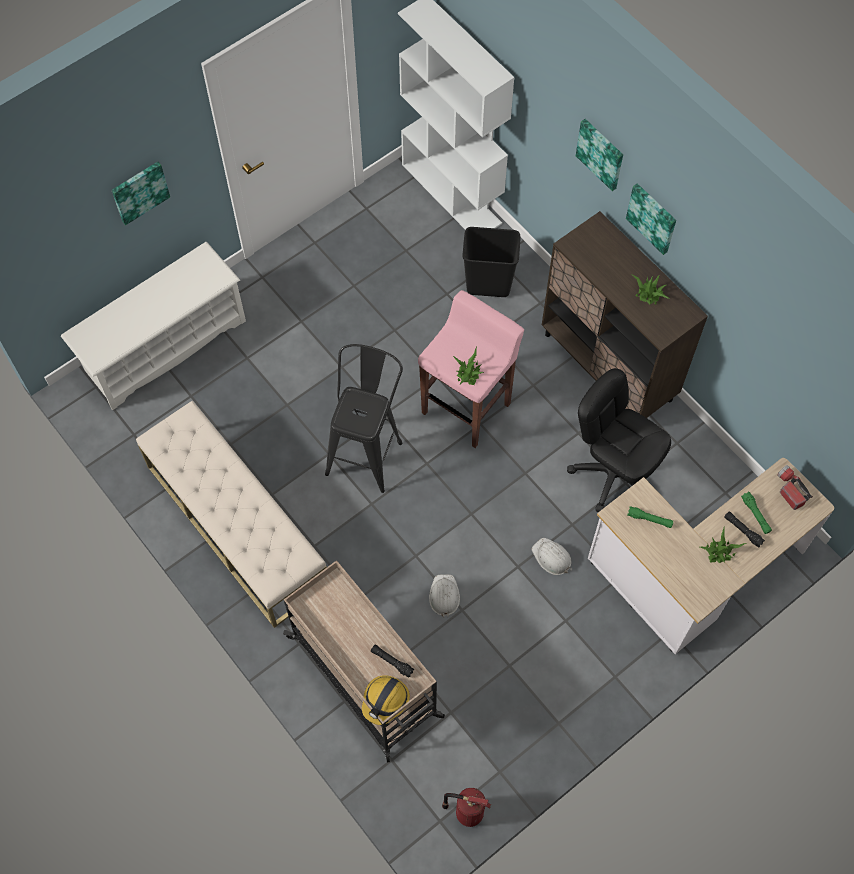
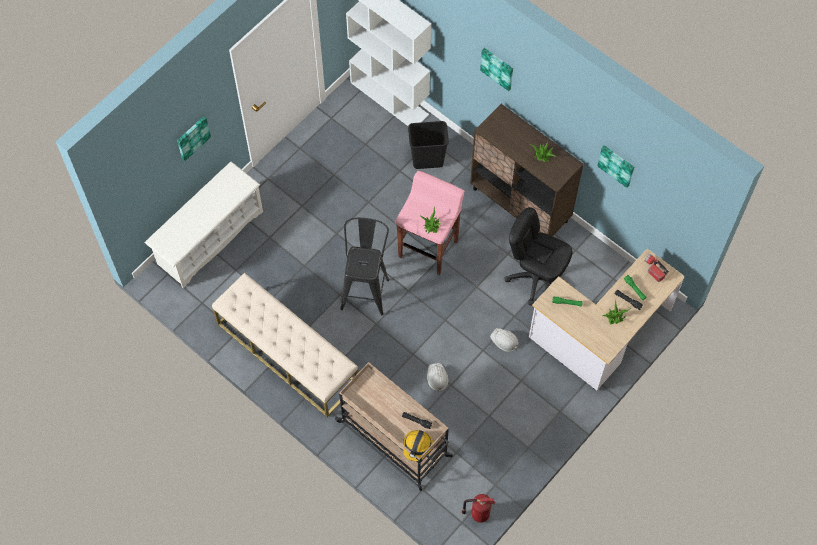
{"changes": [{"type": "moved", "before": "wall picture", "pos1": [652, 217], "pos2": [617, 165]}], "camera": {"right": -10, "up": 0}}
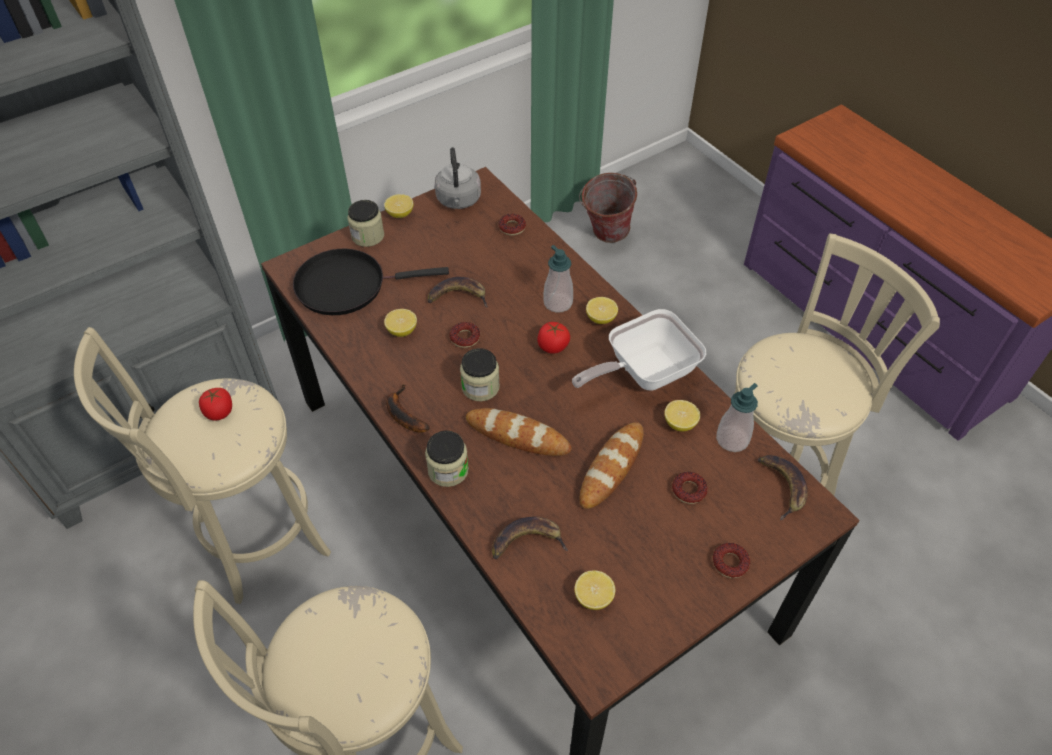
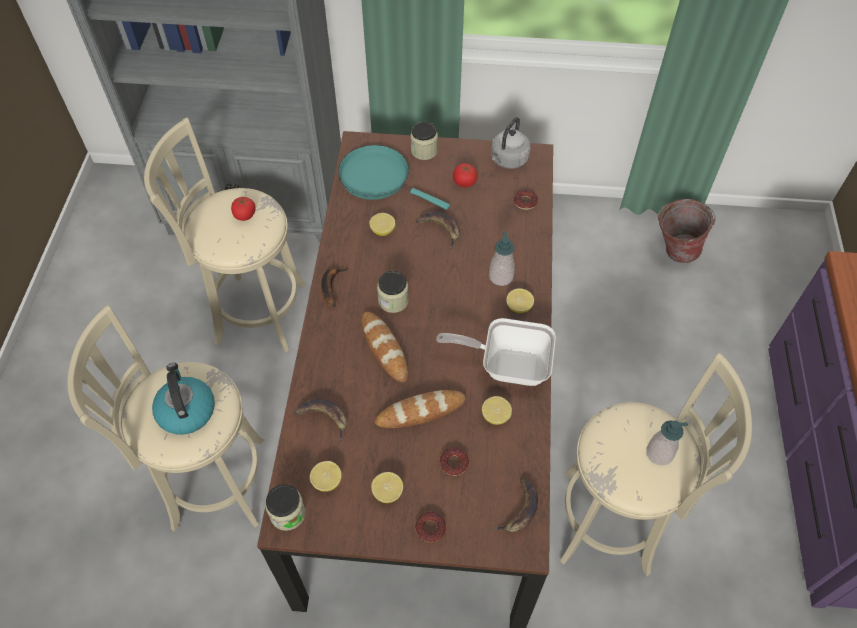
{"changes": [{"type": "removed", "before": "donut", "pos1": [465, 338]}, {"type": "added", "after": "tea kettle", "pos2": [186, 410]}, {"type": "moved", "before": "lemon", "pos1": [400, 214], "pos2": [387, 492]}, {"type": "moved", "before": "preserve jar", "pos1": [448, 470], "pos2": [288, 513]}, {"type": "moved", "before": "fresh tomato", "pos1": [553, 346], "pos2": [464, 182]}, {"type": "moved", "before": "soap dispenser", "pos1": [732, 439], "pos2": [659, 453]}, {"type": "recoloured", "before": "skillet (blackish)", "after": "skillet (blue-green)", "pos1": [347, 285], "pos2": [379, 178]}], "camera": {"right": 40, "up": 5}}
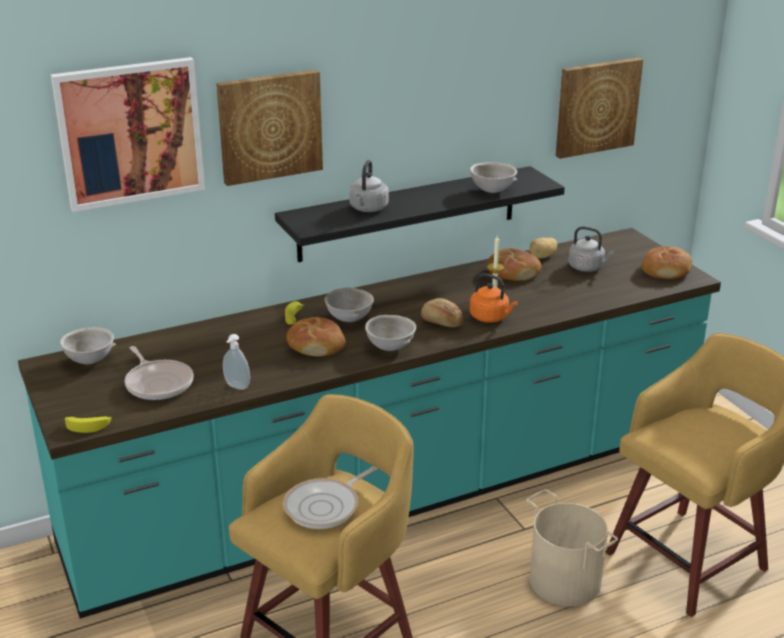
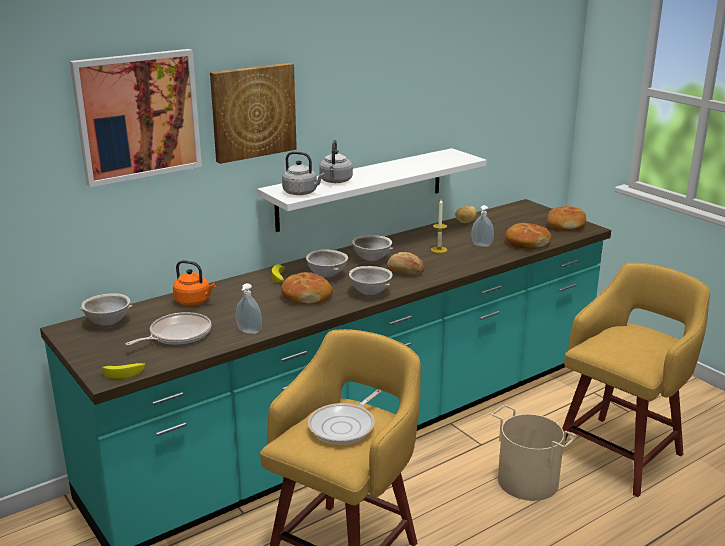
{"changes": [{"type": "removed", "before": "wall picture", "pos1": [596, 107]}, {"type": "added", "after": "soap dispenser", "pos2": [481, 245]}, {"type": "moved", "before": "serving bowl (gray)", "pos1": [492, 191], "pos2": [371, 259]}, {"type": "moved", "before": "tea kettle (orangey)", "pos1": [491, 317], "pos2": [194, 301]}, {"type": "moved", "before": "bread", "pos1": [512, 273], "pos2": [526, 243]}, {"type": "moved", "before": "tea kettle (gray)", "pos1": [587, 267], "pos2": [302, 193]}, {"type": "recoloured", "before": "wall shelf (blackish)", "after": "wall shelf (white-coloured)", "pos1": [408, 213], "pos2": [361, 189]}, {"type": "turned", "before": "skillet", "pos1": [158, 383], "pos2": [177, 335], "turn": -90}], "camera": {"right": -10, "up": -5}}
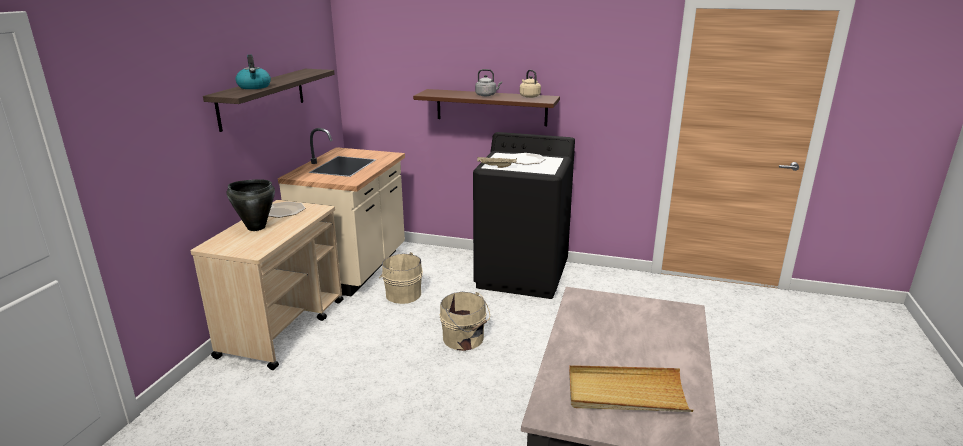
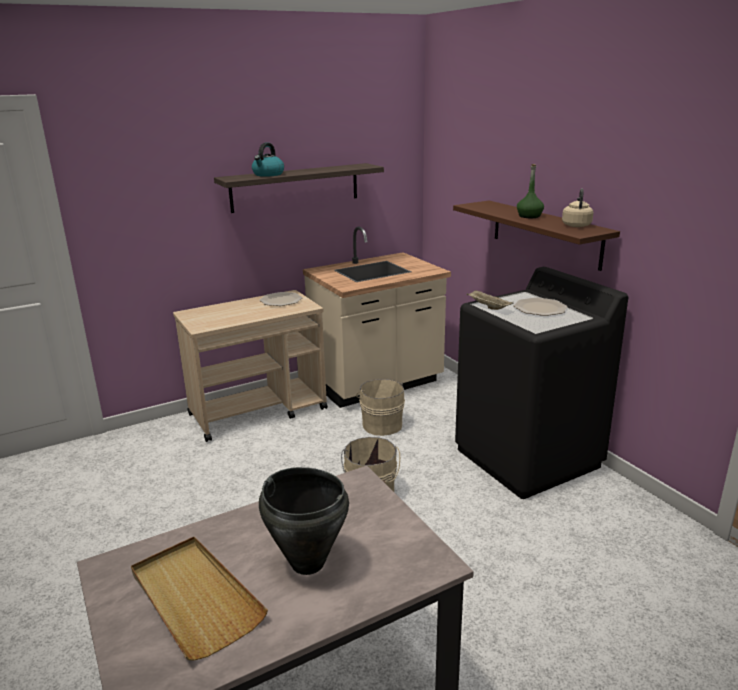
{"changes": [{"type": "moved", "before": "saucepot (blackish)", "pos1": [256, 227], "pos2": [307, 562]}, {"type": "replaced", "before": "tea kettle (gray)", "after": "beverage bottle (green)", "pos1": [487, 95], "pos2": [529, 216]}], "camera": {"right": 45, "up": 0}}
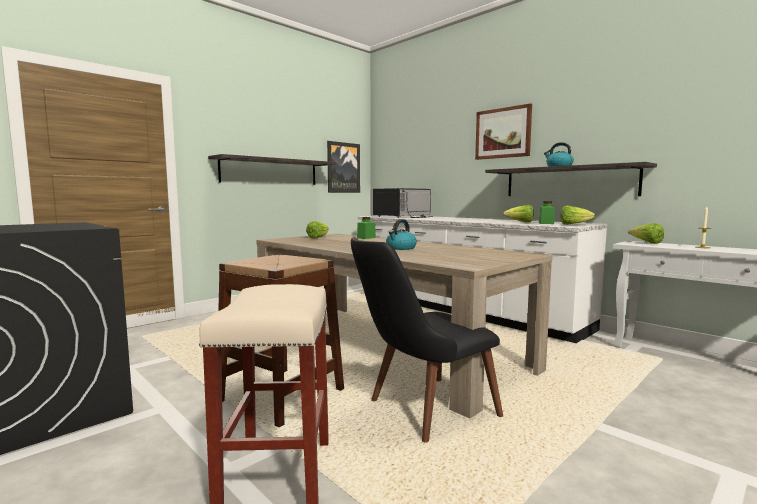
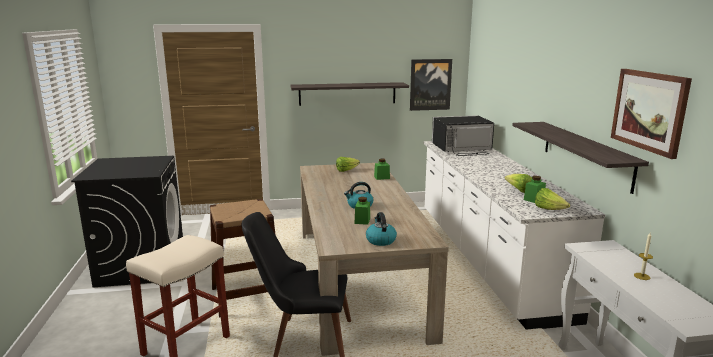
{"changes": [{"type": "removed", "before": "lettuce", "pos1": [646, 243]}, {"type": "added", "after": "preserve jar (green)", "pos2": [362, 221]}, {"type": "moved", "before": "wall picture", "pos1": [503, 133], "pos2": [649, 111]}, {"type": "moved", "before": "tea kettle", "pos1": [558, 167], "pos2": [380, 240]}], "camera": {"right": 35, "up": 10}}
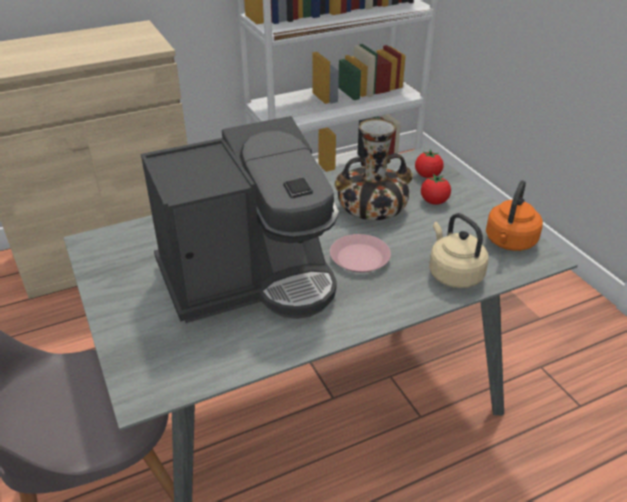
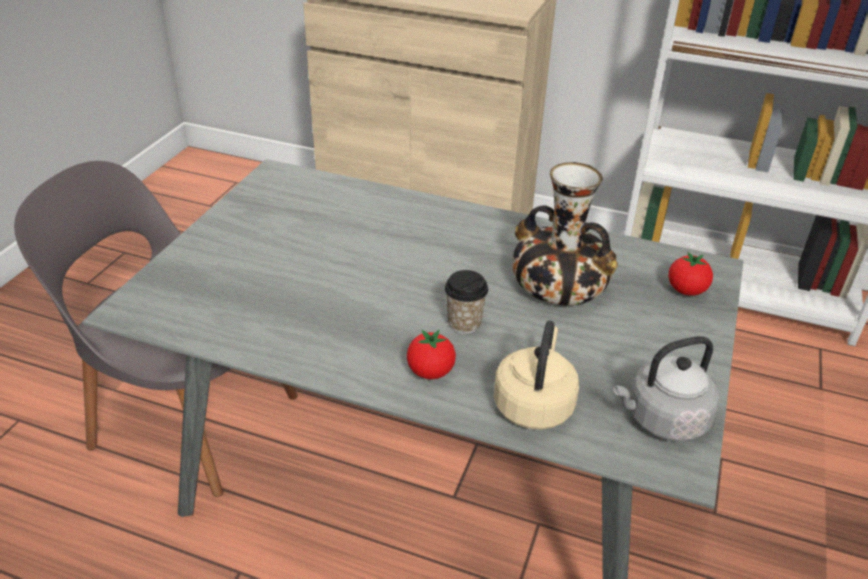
{"changes": [{"type": "removed", "before": "coffee brewer", "pos1": [250, 278]}, {"type": "moved", "before": "fresh tomato", "pos1": [434, 201], "pos2": [430, 372]}, {"type": "replaced", "before": "plate (pinkish)", "after": "cup", "pos1": [359, 258], "pos2": [464, 323]}, {"type": "recoloured", "before": "tea kettle (orangey)", "after": "tea kettle (gray)", "pos1": [509, 242], "pos2": [662, 420]}], "camera": {"right": 45, "up": 0}}
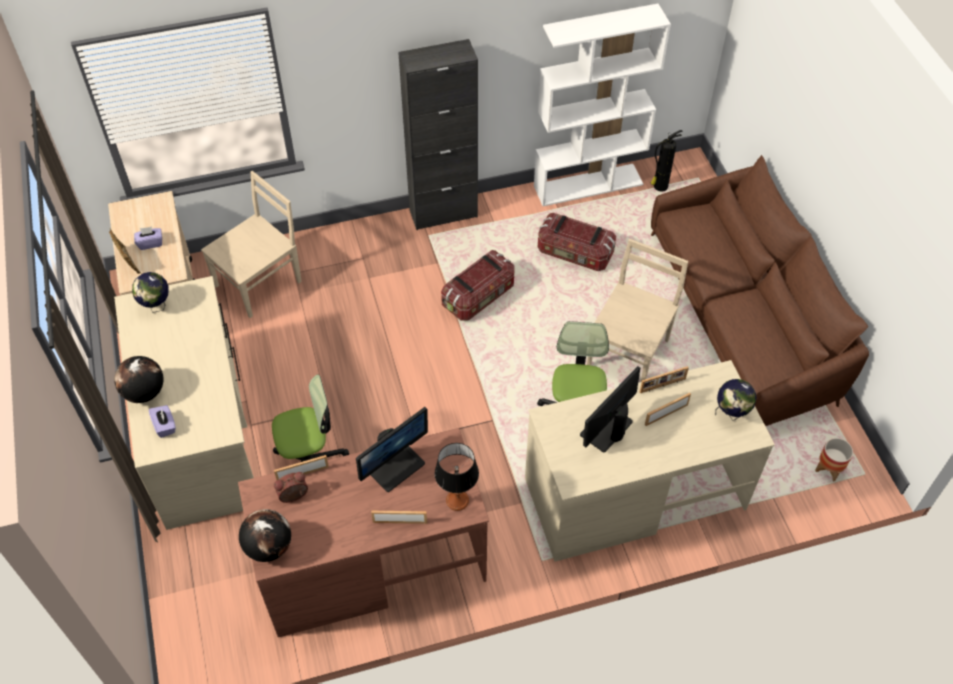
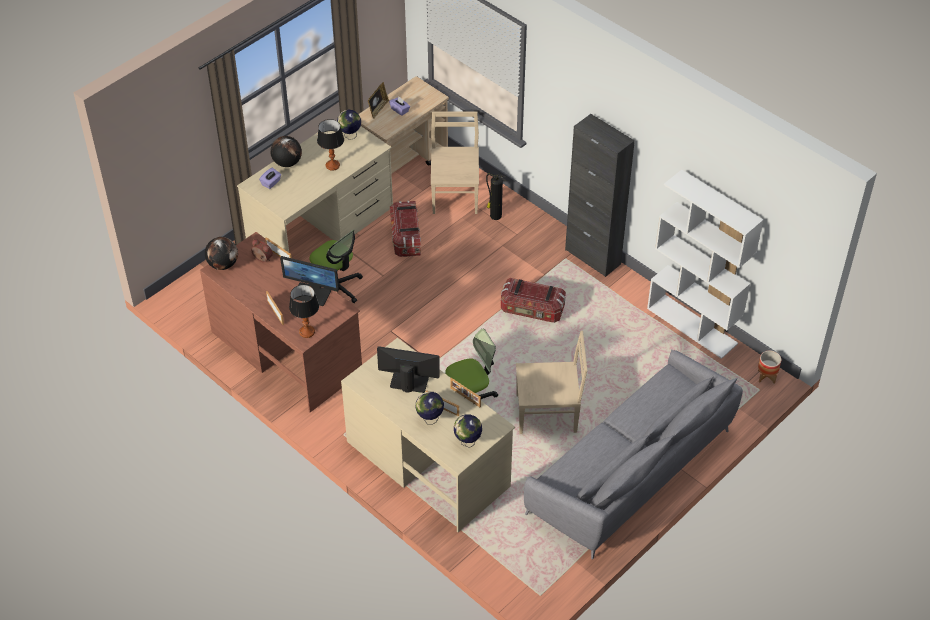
{"changes": [{"type": "added", "after": "lamp for a table", "pos2": [332, 165]}, {"type": "added", "after": "desk globe", "pos2": [430, 419]}, {"type": "moved", "before": "storage bin", "pos1": [574, 254], "pos2": [406, 238]}, {"type": "moved", "before": "fire-fighting cylinder", "pos1": [659, 187], "pos2": [495, 215]}, {"type": "moved", "before": "plant pot", "pos1": [829, 469], "pos2": [766, 377]}, {"type": "recoloured", "before": "sofa (brownish)", "after": "sofa (gray)", "pos1": [743, 318], "pos2": [633, 470]}, {"type": "turned", "before": "upright chair (beige)", "pos1": [260, 282], "pos2": [455, 194], "turn": -105}], "camera": {"right": 60, "up": -5}}
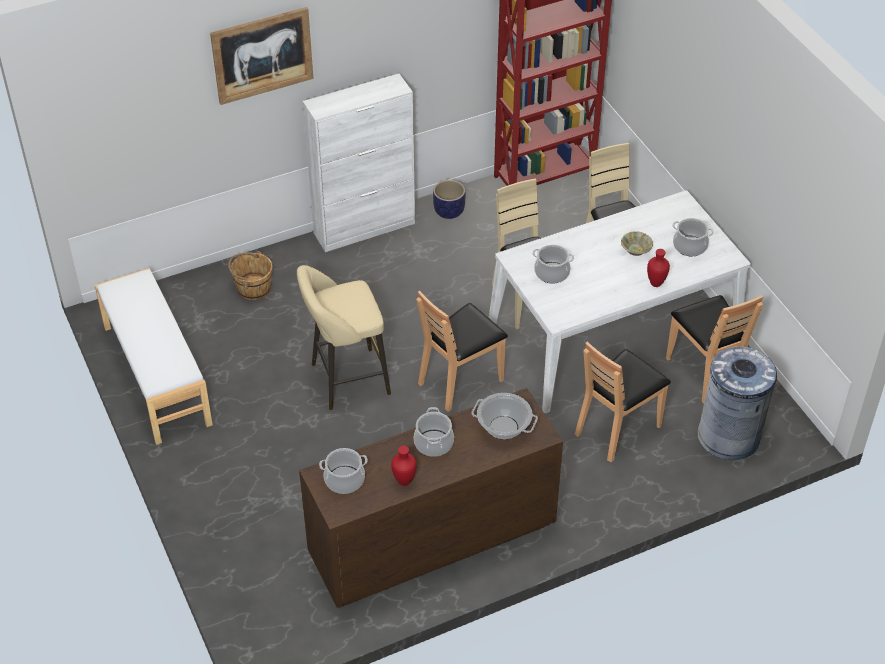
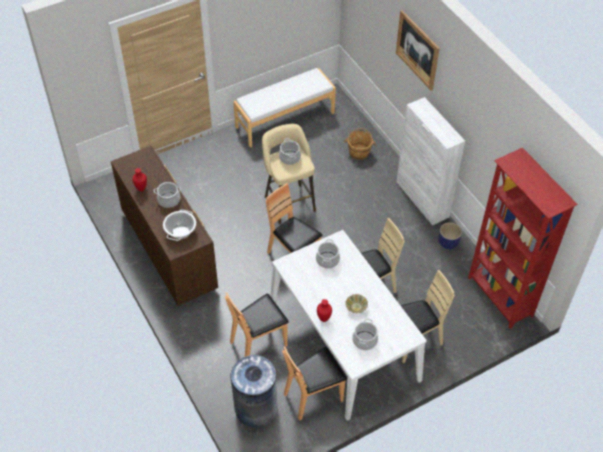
{"changes": [{"type": "moved", "before": "saucepot", "pos1": [344, 480], "pos2": [290, 158]}, {"type": "turned", "before": "upright chair (brownish)", "pos1": [617, 429], "pos2": [258, 342], "turn": -75}], "camera": {"right": 85, "up": 5}}
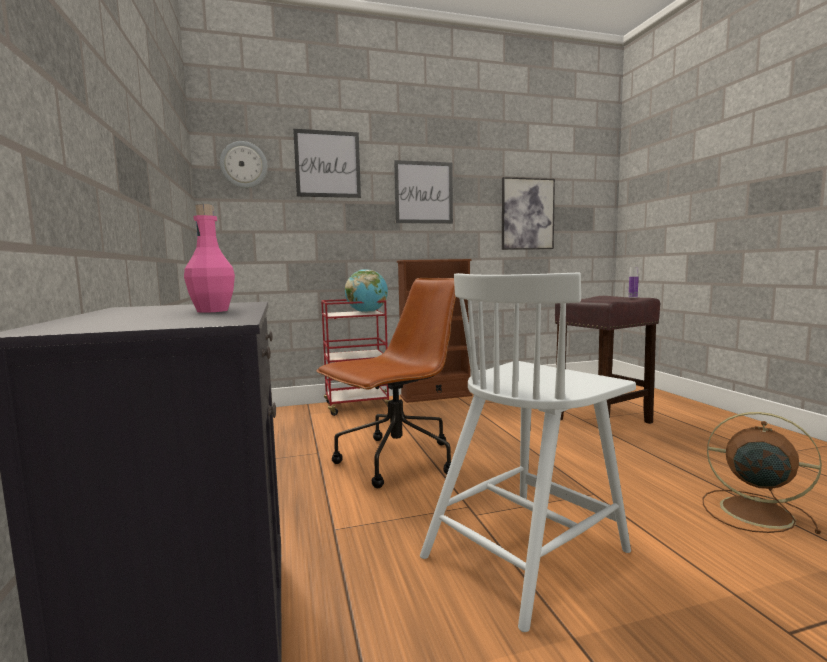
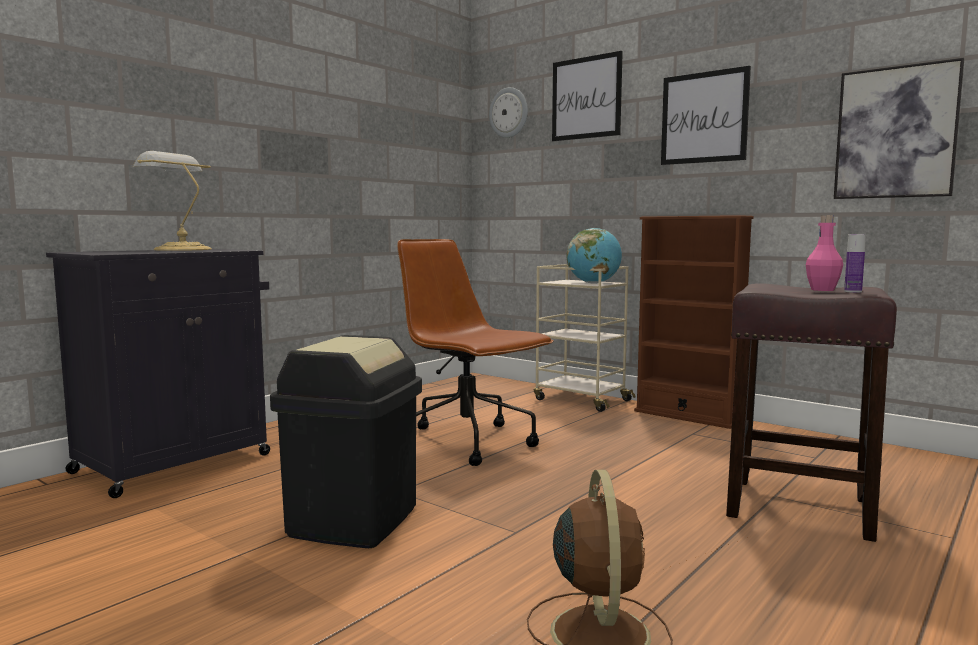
{"changes": [{"type": "added", "after": "lamp for a table", "pos2": [180, 249]}, {"type": "moved", "before": "beverage bottle (pinkish)", "pos1": [212, 311], "pos2": [822, 290]}, {"type": "replaced", "before": "upright chair (white-coloured)", "after": "trash can (blackish)", "pos1": [527, 551], "pos2": [352, 520]}, {"type": "recoloured", "before": "wheeled cart (red)", "after": "wheeled cart (beige)", "pos1": [357, 406], "pos2": [580, 400]}, {"type": "turned", "before": "computer chair (brownish)", "pos1": [395, 461], "pos2": [468, 443], "turn": -150}], "camera": {"right": 55, "up": 0}}
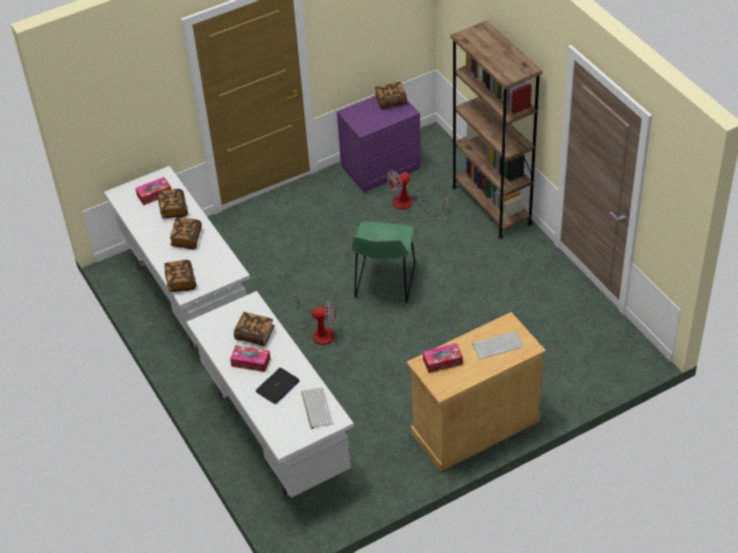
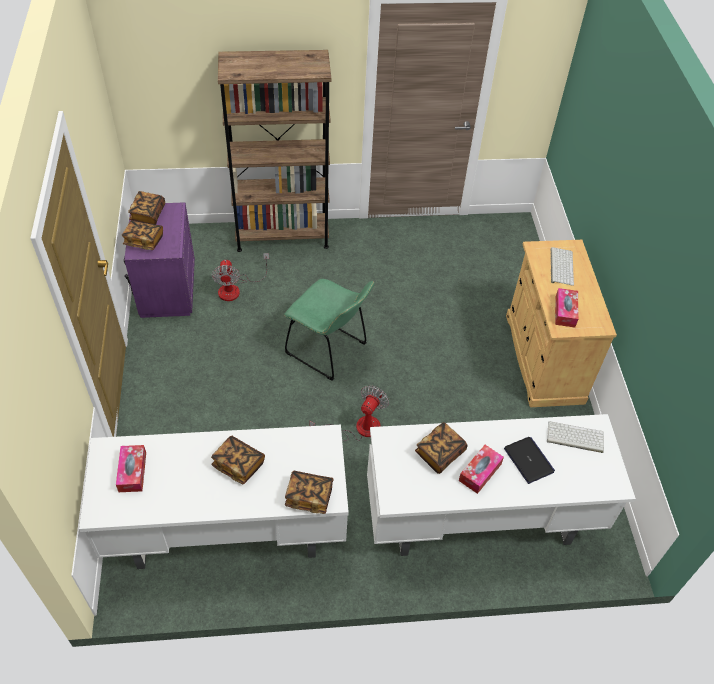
{"changes": [{"type": "moved", "before": "book", "pos1": [173, 209], "pos2": [144, 241]}], "camera": {"right": -70, "up": 5}}
